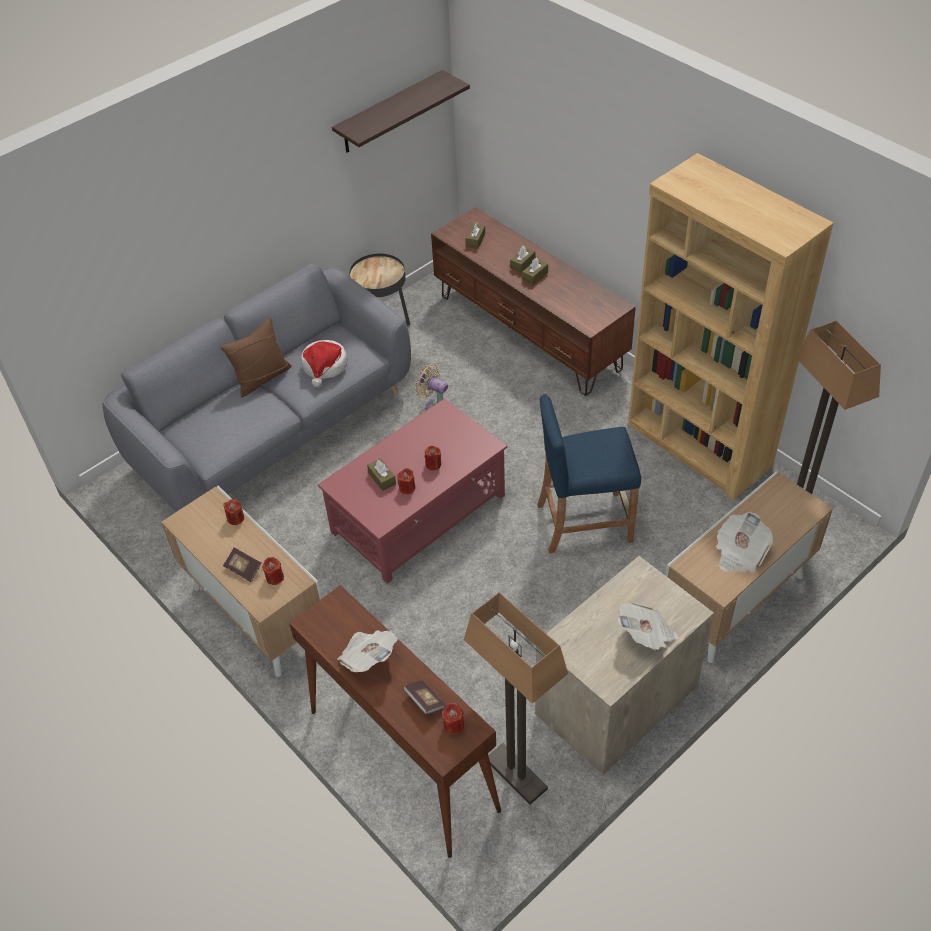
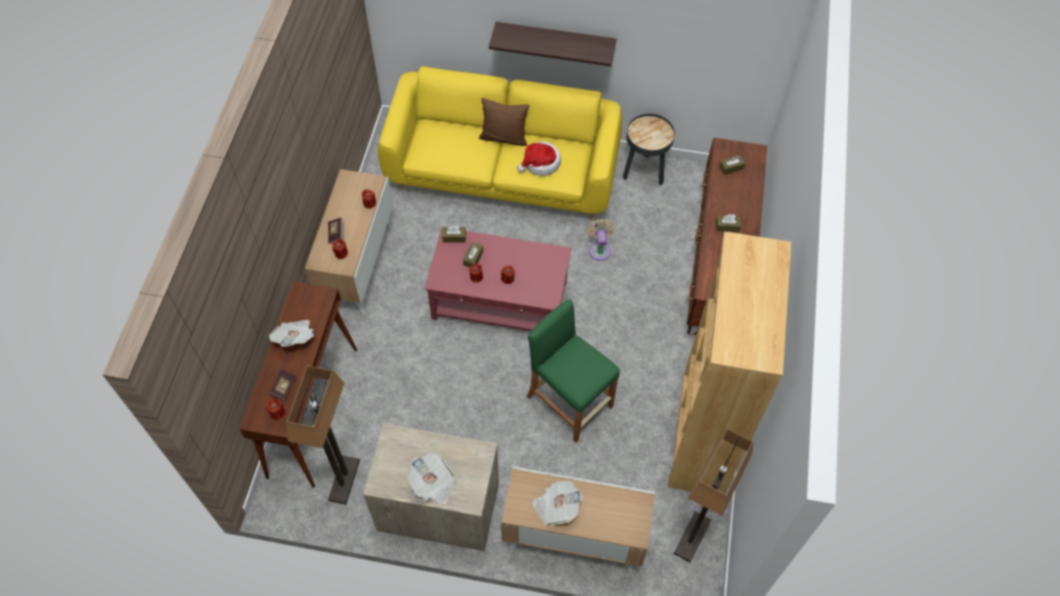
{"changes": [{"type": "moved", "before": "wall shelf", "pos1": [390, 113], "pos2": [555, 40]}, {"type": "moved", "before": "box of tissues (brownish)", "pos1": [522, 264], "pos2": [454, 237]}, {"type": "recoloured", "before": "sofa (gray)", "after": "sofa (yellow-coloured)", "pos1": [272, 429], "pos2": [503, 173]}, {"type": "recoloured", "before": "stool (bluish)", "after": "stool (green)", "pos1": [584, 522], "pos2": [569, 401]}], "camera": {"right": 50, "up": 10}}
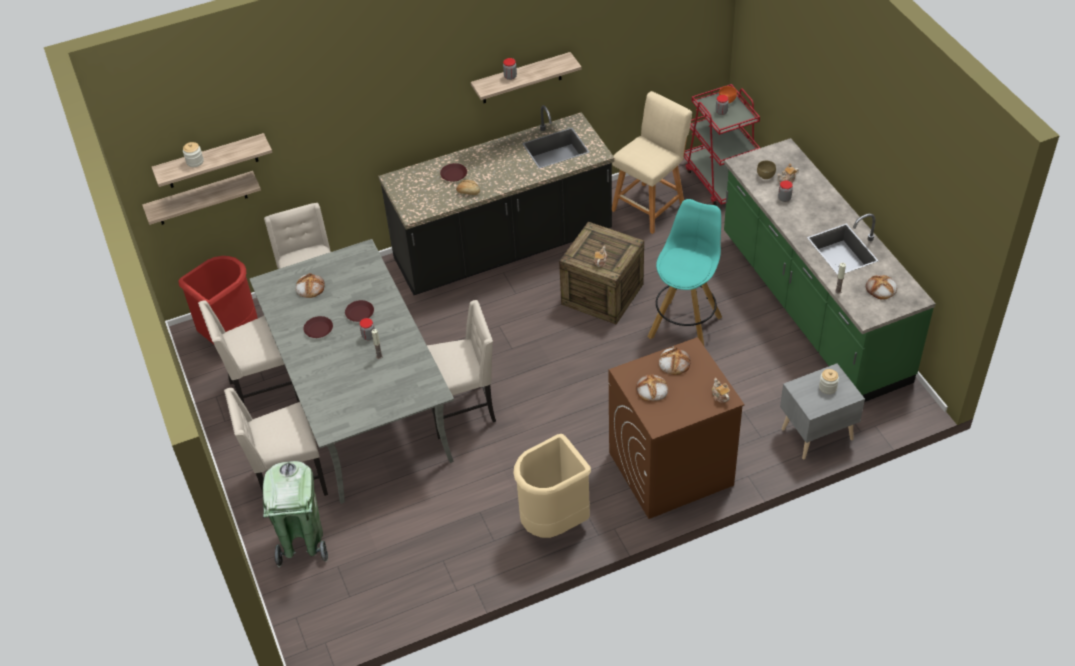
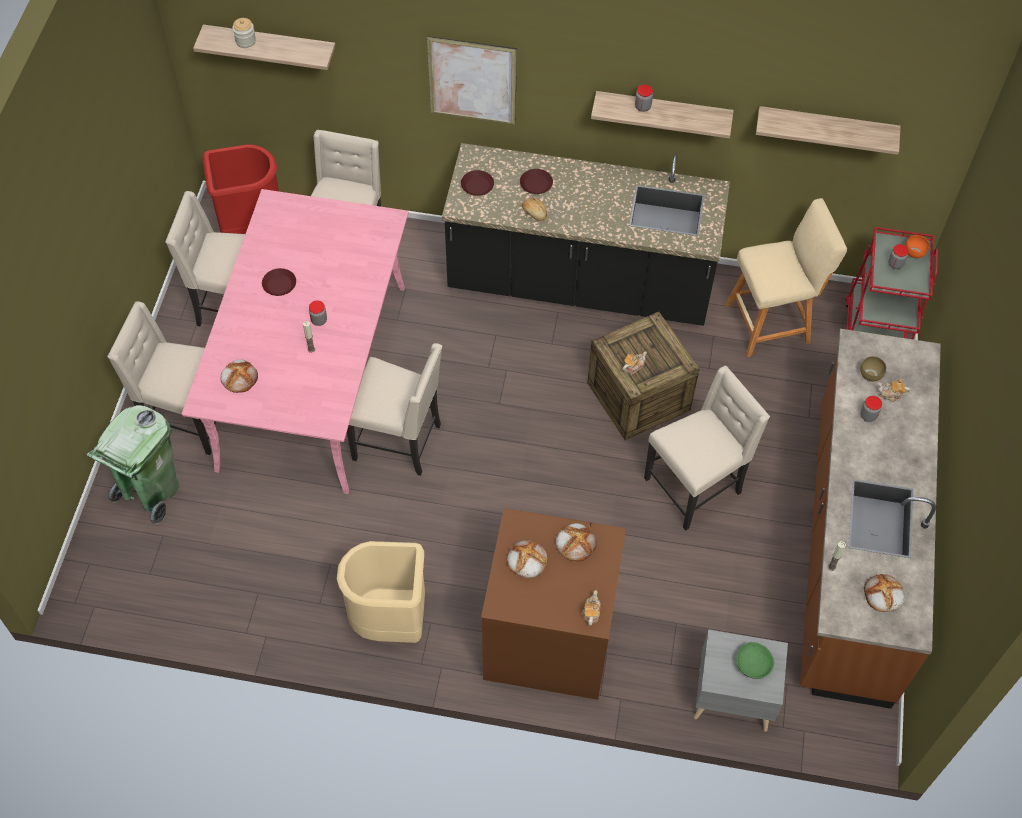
{"changes": [{"type": "added", "after": "wall picture", "pos2": [472, 81]}, {"type": "moved", "before": "wall shelf", "pos1": [201, 199], "pos2": [825, 129]}, {"type": "moved", "before": "bread", "pos1": [310, 287], "pos2": [239, 377]}, {"type": "moved", "before": "plate (brownish)", "pos1": [360, 313], "pos2": [477, 186]}, {"type": "replaced", "before": "stool (blue-green)", "after": "upright chair (beige)", "pos1": [685, 326], "pos2": [695, 486]}, {"type": "replaced", "before": "preserve jar", "after": "serving bowl (green)", "pos1": [827, 387], "pos2": [752, 665]}, {"type": "recoloured", "before": "kitchen table (gray)", "after": "kitchen table (pinkish)", "pos1": [361, 402], "pos2": [312, 375]}, {"type": "recoloured", "before": "kitchen counter (green)", "after": "kitchen counter (brownish)", "pos1": [812, 308], "pos2": [850, 548]}], "camera": {"right": 30, "up": 10}}
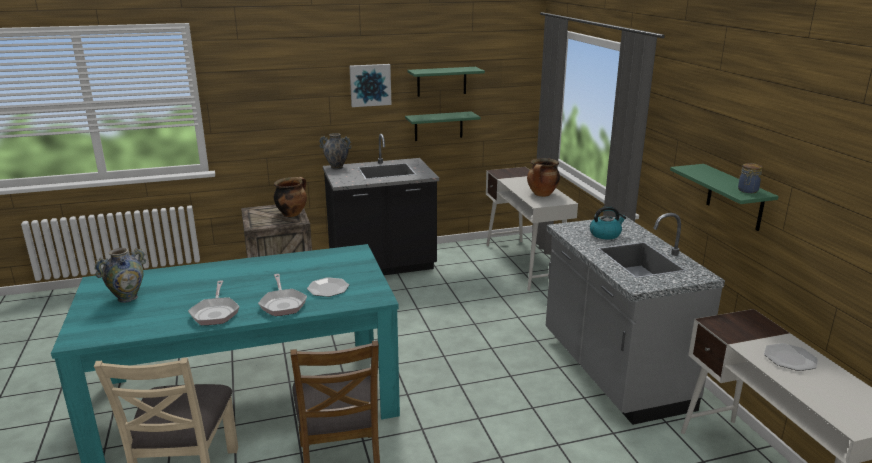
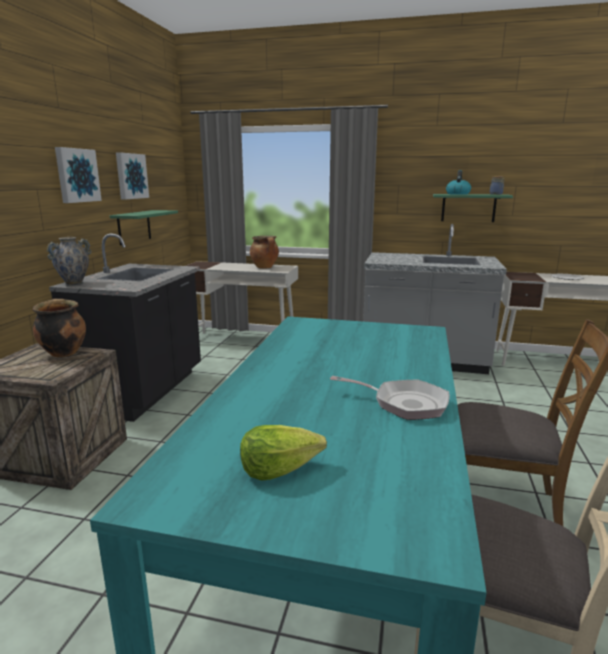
{"changes": [{"type": "removed", "before": "skillet", "pos1": [283, 304]}, {"type": "removed", "before": "plate", "pos1": [328, 288]}, {"type": "moved", "before": "tea kettle", "pos1": [605, 234], "pos2": [457, 194]}, {"type": "replaced", "before": "vase", "after": "lettuce", "pos1": [127, 298], "pos2": [279, 468]}, {"type": "replaced", "before": "wall shelf (green)", "after": "wall picture", "pos1": [441, 81], "pos2": [131, 176]}], "camera": {"right": -60, "up": -5}}
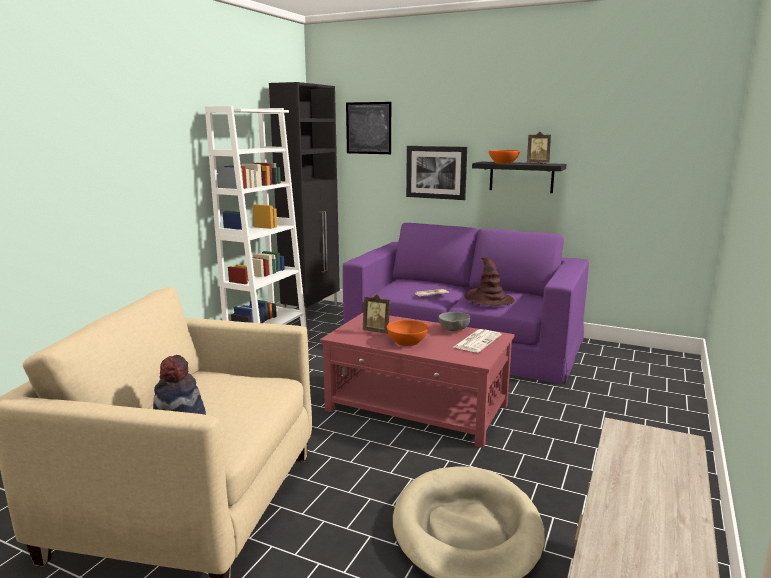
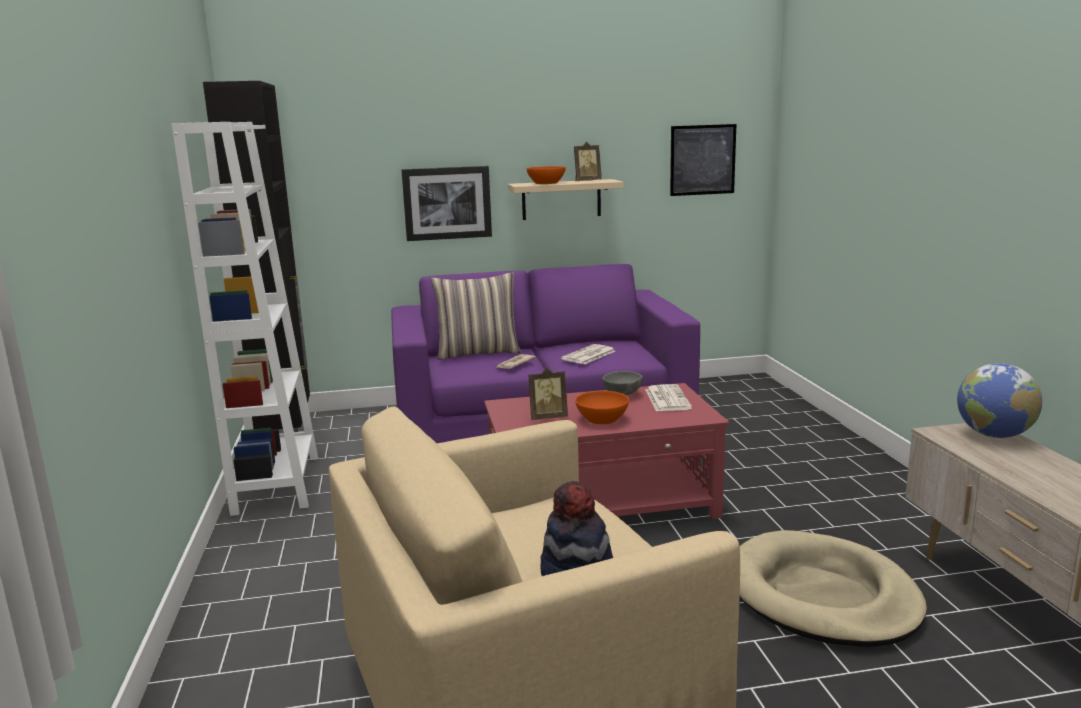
{"changes": [{"type": "added", "after": "pillow", "pos2": [478, 353]}, {"type": "added", "after": "desk globe", "pos2": [994, 435]}, {"type": "moved", "before": "wall picture", "pos1": [368, 128], "pos2": [702, 160]}, {"type": "replaced", "before": "clothing hat (brownish)", "after": "printed paper", "pos1": [488, 300], "pos2": [588, 355]}, {"type": "recoloured", "before": "wall shelf (blackish)", "after": "wall shelf (beige)", "pos1": [521, 177], "pos2": [561, 199]}], "camera": {"right": -35, "up": 0}}
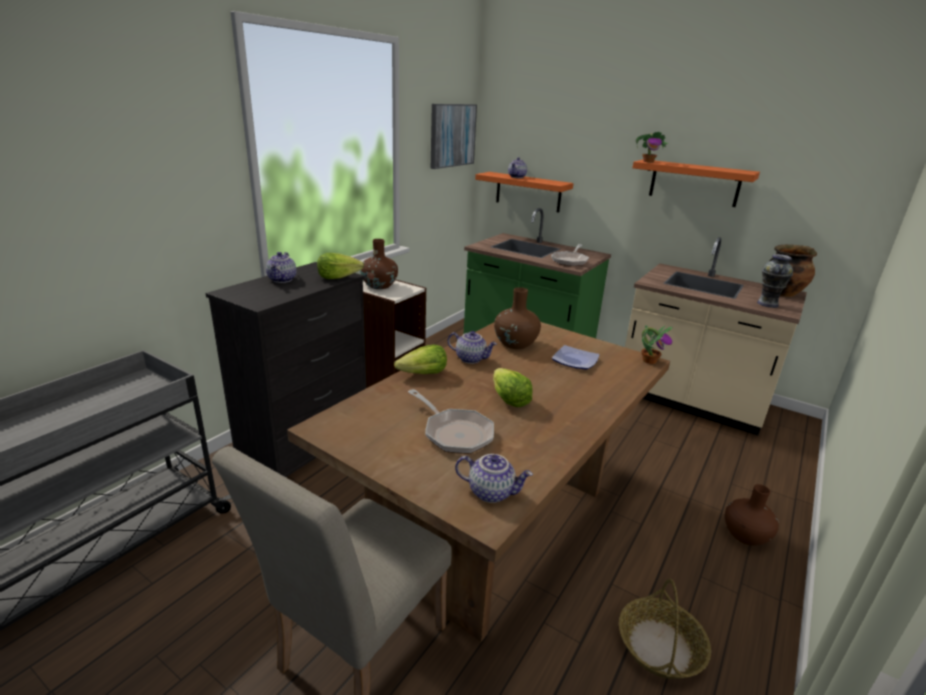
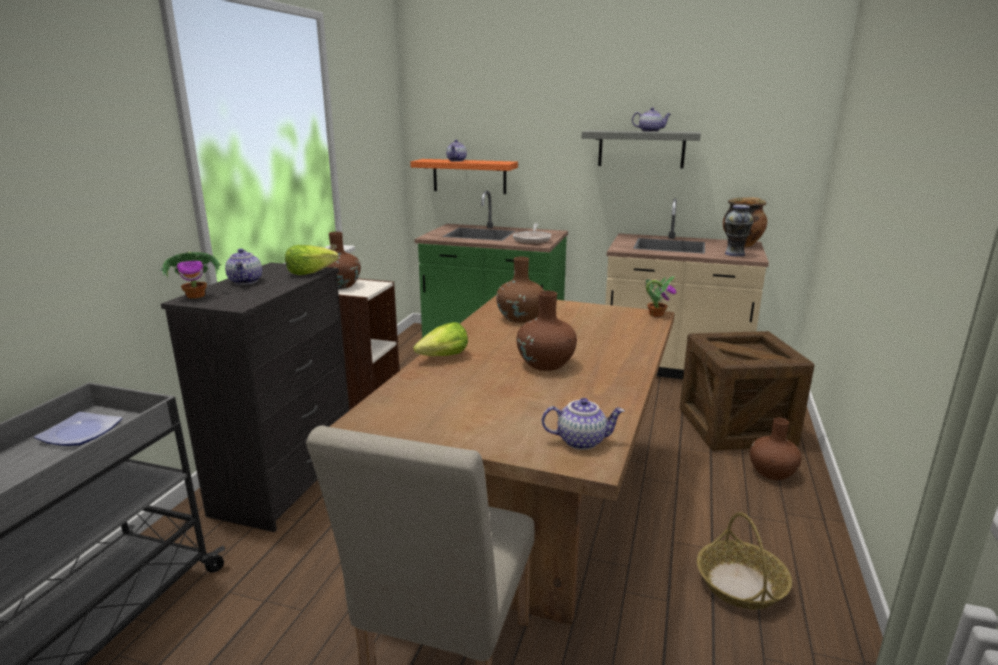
{"changes": [{"type": "removed", "before": "skillet", "pos1": [454, 433]}, {"type": "removed", "before": "wall picture", "pos1": [452, 135]}, {"type": "added", "after": "crate", "pos2": [735, 427]}, {"type": "moved", "before": "tea pot", "pos1": [471, 358], "pos2": [650, 131]}, {"type": "moved", "before": "plate", "pos1": [576, 360], "pos2": [83, 433]}, {"type": "moved", "before": "plant in a pot", "pos1": [648, 161], "pos2": [196, 296]}, {"type": "replaced", "before": "lettuce", "after": "vase (brownish)", "pos1": [508, 399], "pos2": [545, 364]}, {"type": "recoloured", "before": "wall shelf (orangey)", "after": "wall shelf (gray)", "pos1": [694, 183], "pos2": [641, 149]}], "camera": {"right": -15, "up": -5}}
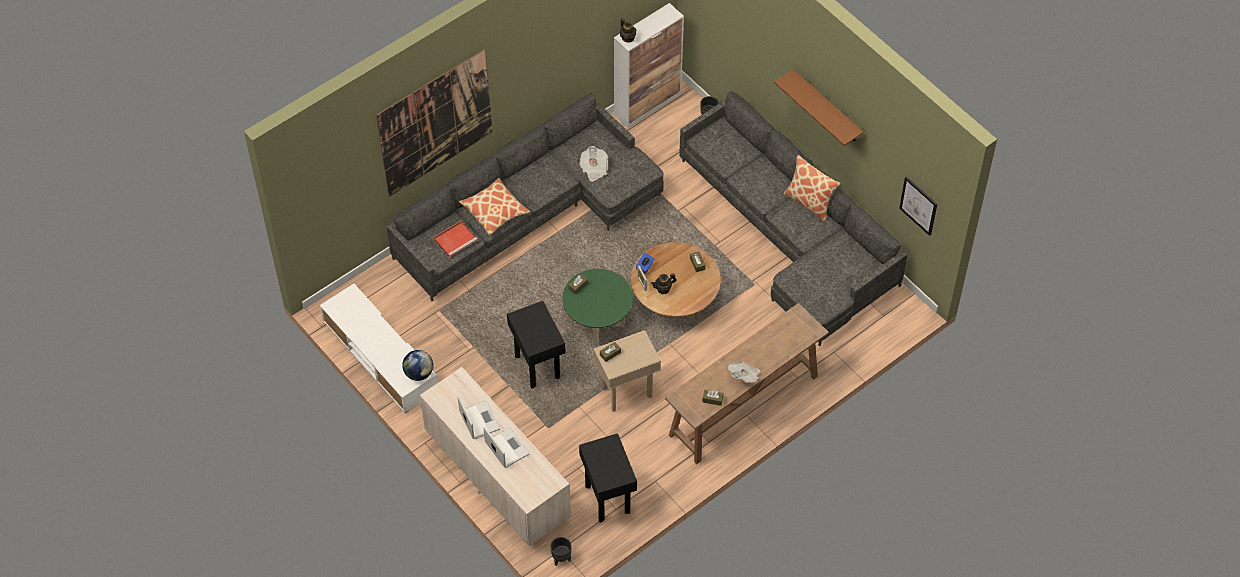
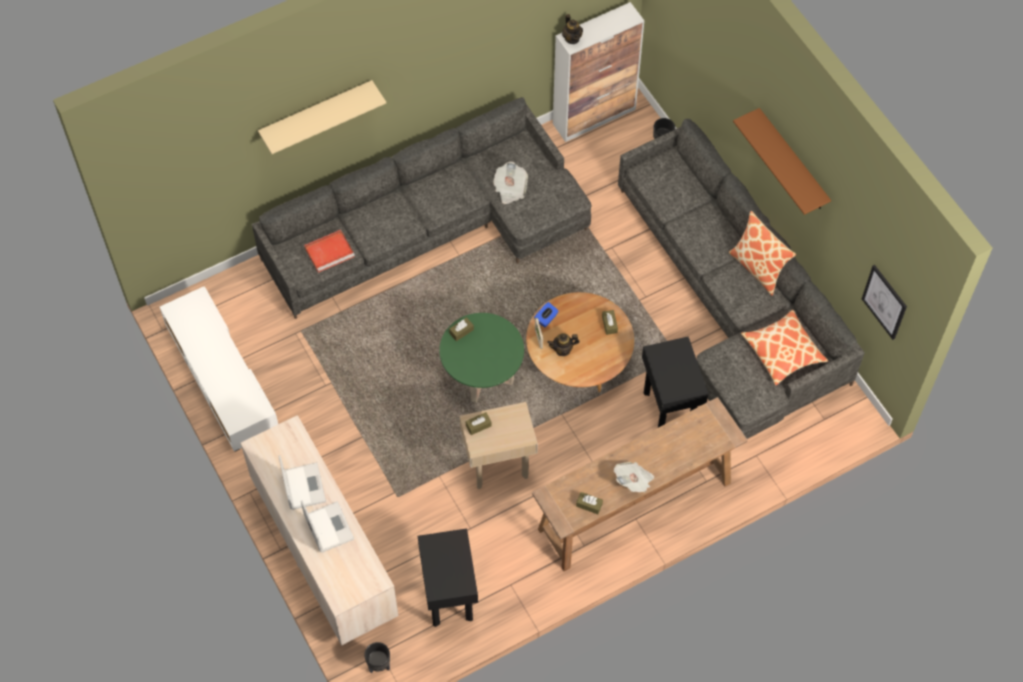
{"changes": [{"type": "removed", "before": "desk globe", "pos1": [419, 373]}, {"type": "moved", "before": "pillow", "pos1": [494, 211], "pos2": [783, 351]}, {"type": "moved", "before": "side table (blackish)", "pos1": [538, 366], "pos2": [669, 409]}, {"type": "replaced", "before": "wall picture", "after": "wall shelf (beige)", "pos1": [435, 123], "pos2": [316, 113]}], "camera": {"right": 10, "up": 5}}
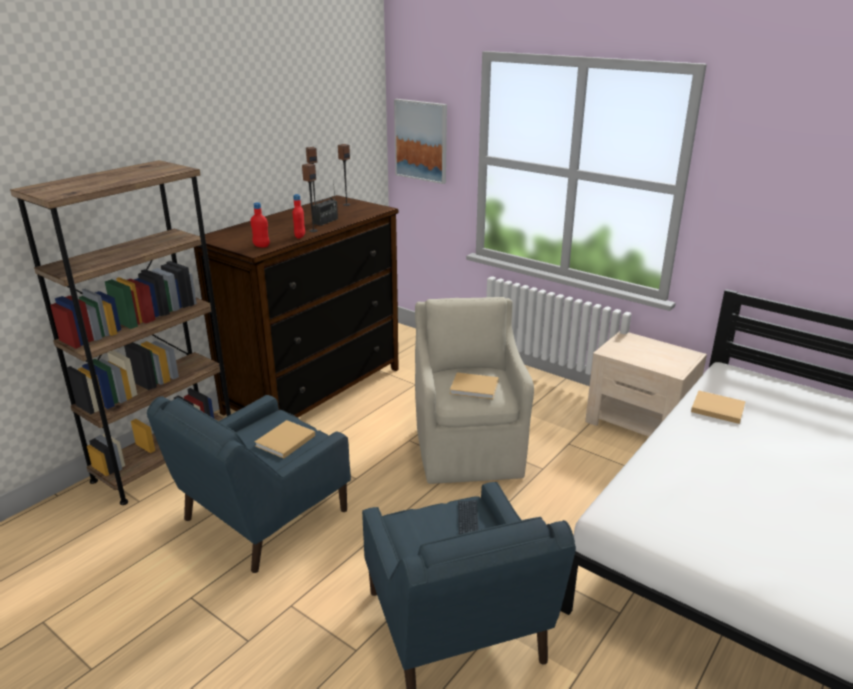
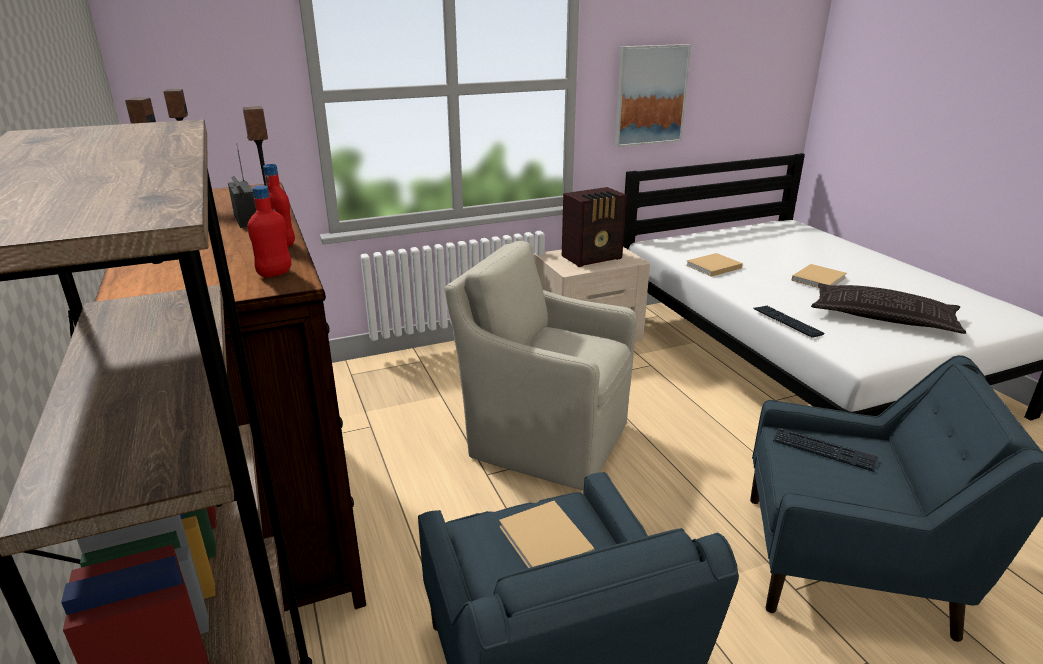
{"changes": [{"type": "added", "after": "radio", "pos2": [593, 258]}, {"type": "added", "after": "PC keyboard", "pos2": [787, 322]}, {"type": "added", "after": "pillow", "pos2": [883, 317]}, {"type": "moved", "before": "wall picture", "pos1": [421, 140], "pos2": [650, 95]}, {"type": "moved", "before": "book (beige)", "pos1": [476, 388], "pos2": [819, 278]}], "camera": {"right": -60, "up": 0}}
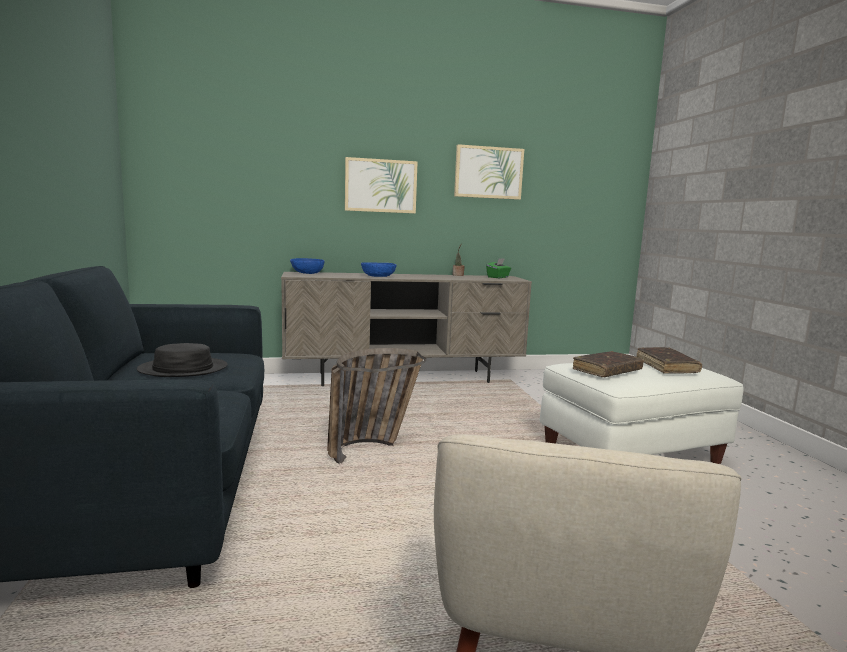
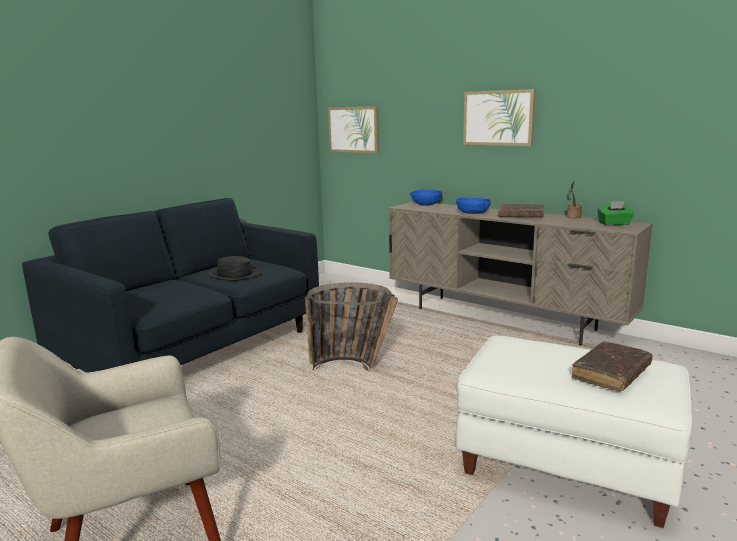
{"changes": [{"type": "moved", "before": "wall picture", "pos1": [488, 172], "pos2": [354, 129]}, {"type": "moved", "before": "book (brownish)", "pos1": [607, 371], "pos2": [520, 216]}], "camera": {"right": 50, "up": 5}}
